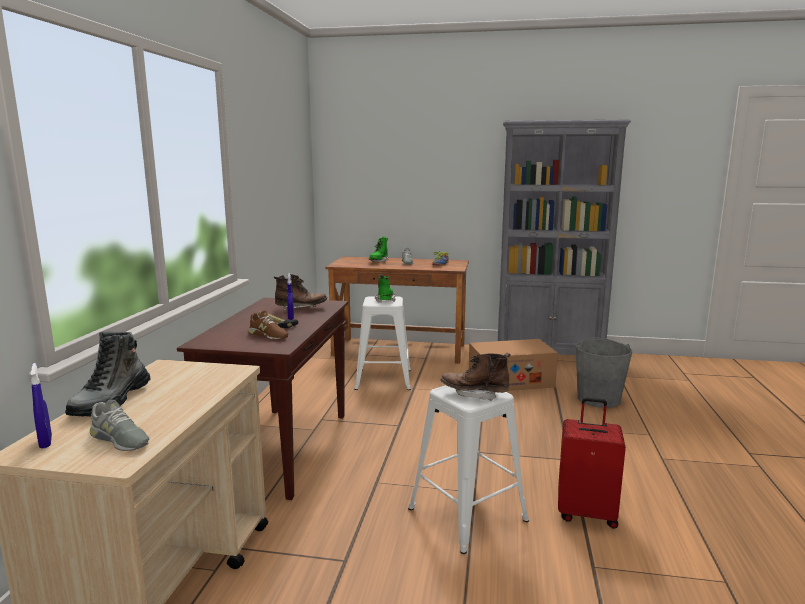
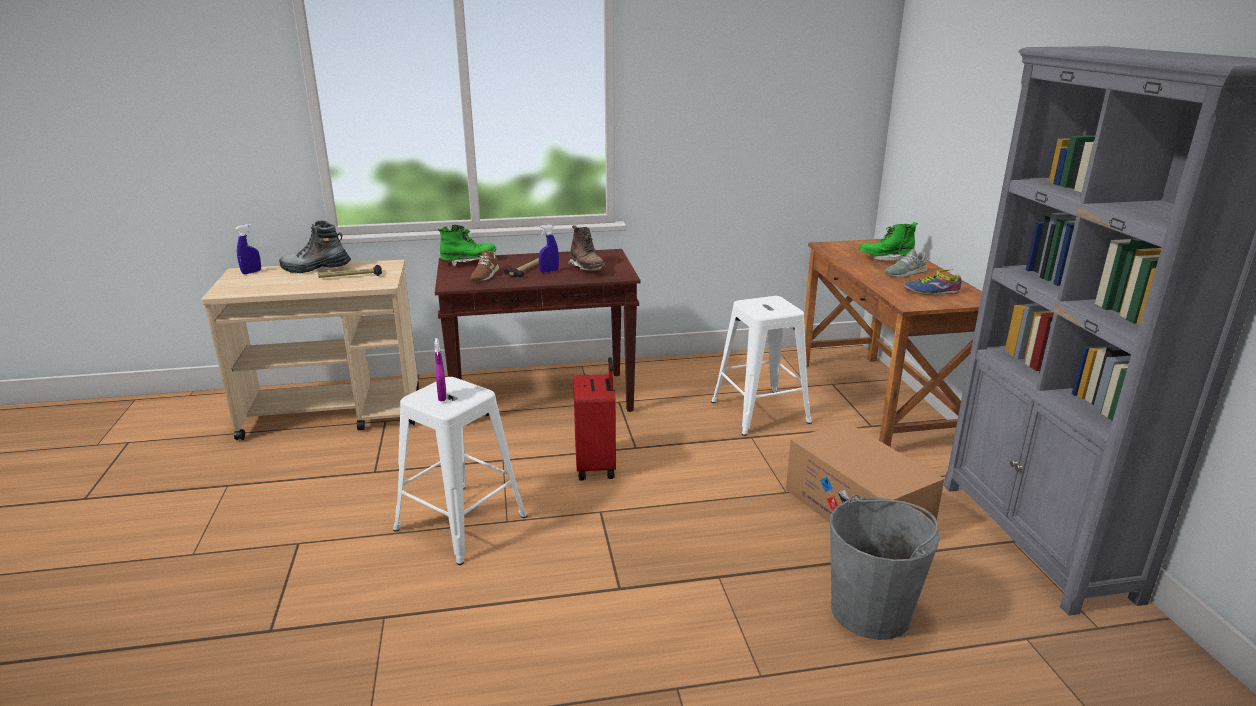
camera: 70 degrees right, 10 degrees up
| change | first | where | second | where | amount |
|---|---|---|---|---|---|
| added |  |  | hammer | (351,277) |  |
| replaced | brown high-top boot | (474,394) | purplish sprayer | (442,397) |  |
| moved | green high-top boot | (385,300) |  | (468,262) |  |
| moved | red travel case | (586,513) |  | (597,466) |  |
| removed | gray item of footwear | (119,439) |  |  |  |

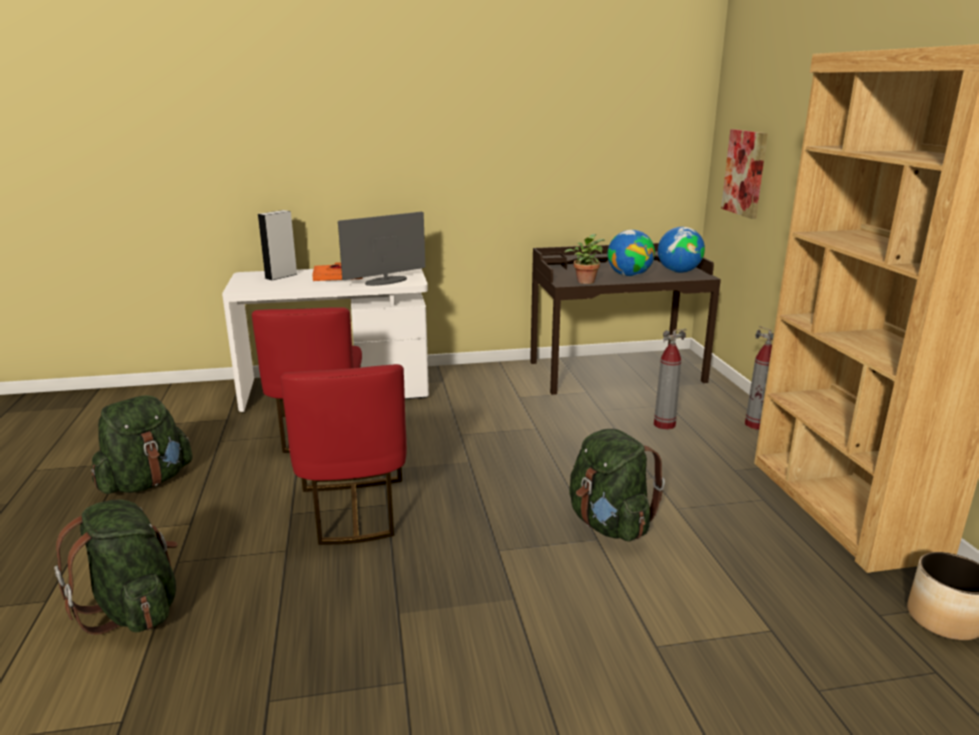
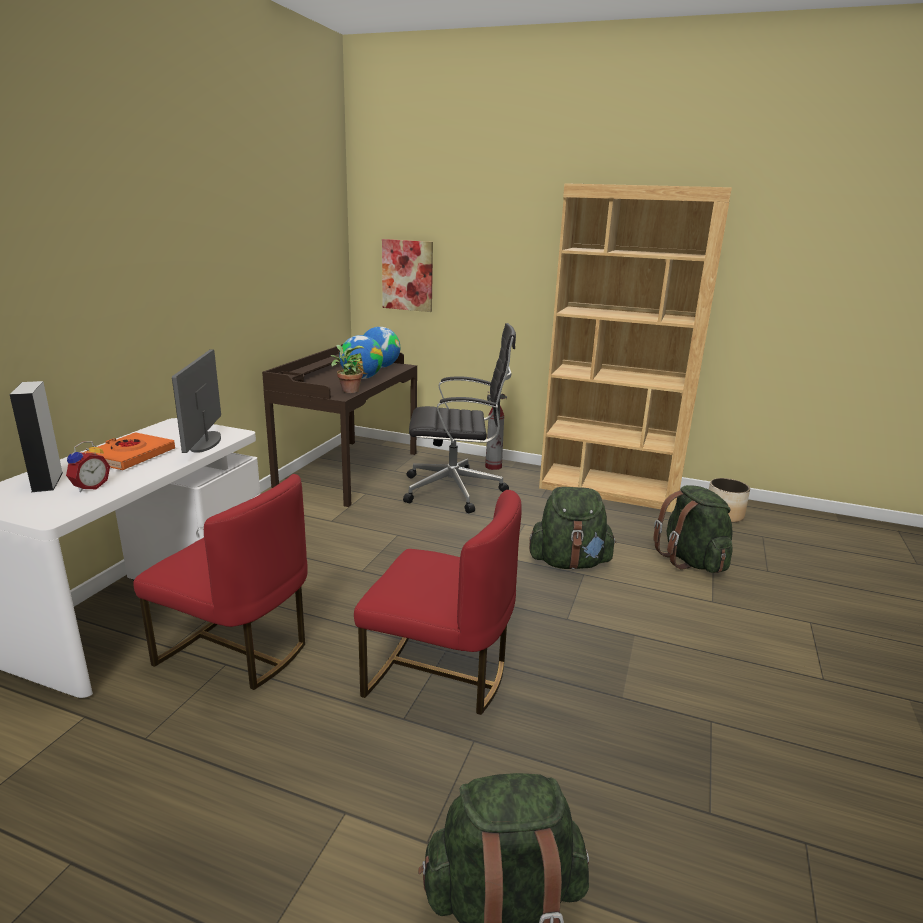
camera: 60 degrees left, 0 degrees up
| change | first | where | second | where | amount |
|---|---|---|---|---|---|
| added |  |  | table clock | (89,487) |  |
| replaced | fire-fighting cylinder | (664,424) | black desk chair | (456,490) |  |
| moved | green rucksack | (147,482) |  | (691,560) |  |

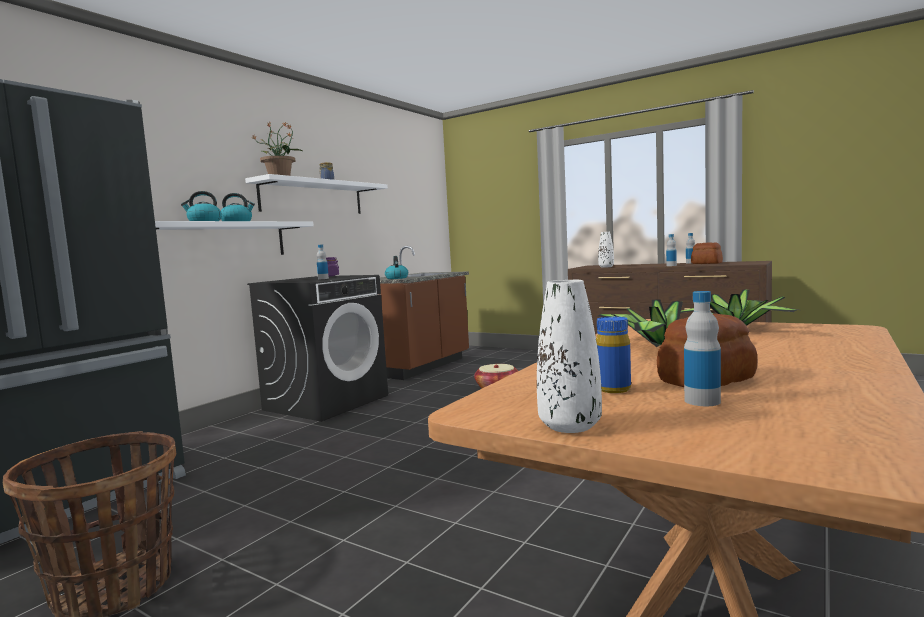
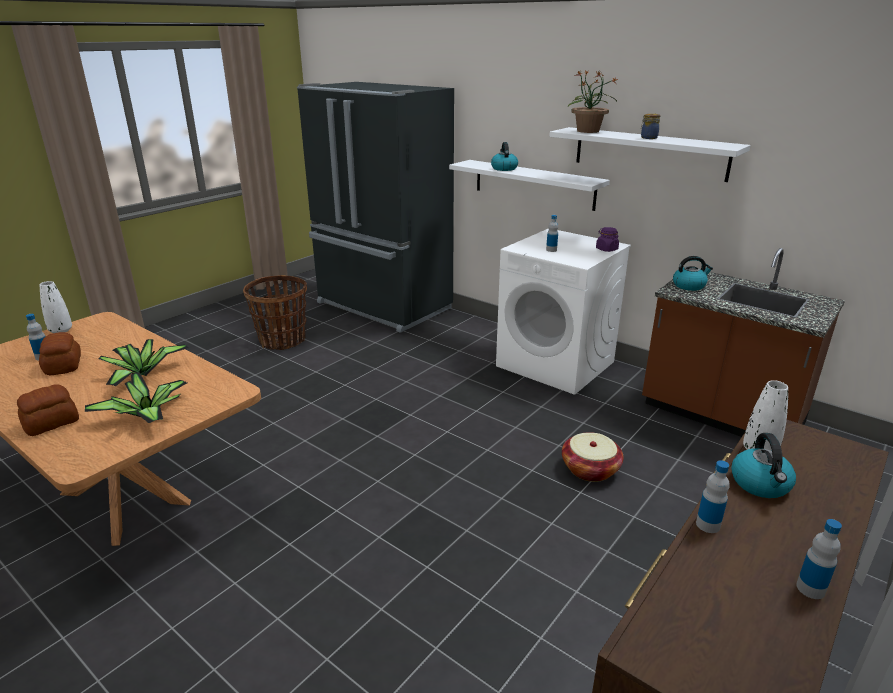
camera: 95 degrees right, 20 degrees up
| change | first | where | second | where | amount |
|---|---|---|---|---|---|
| moved | baked bread | (706,263) |  | (52,423) |  |
| recoloured | black laundry machine | (326,402) | white laundry machine | (556,364) |  |
| moved | kettle | (237,222) |  | (760,484) |  |
| removed | blue-coloured drink bottle | (613,389) |  |  |  |

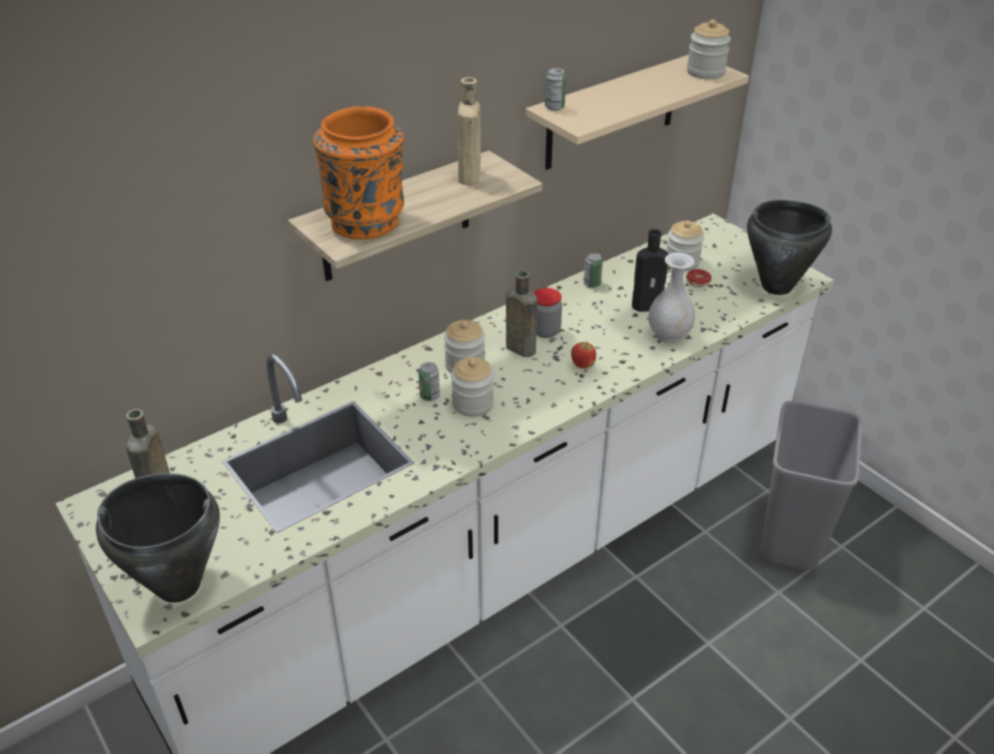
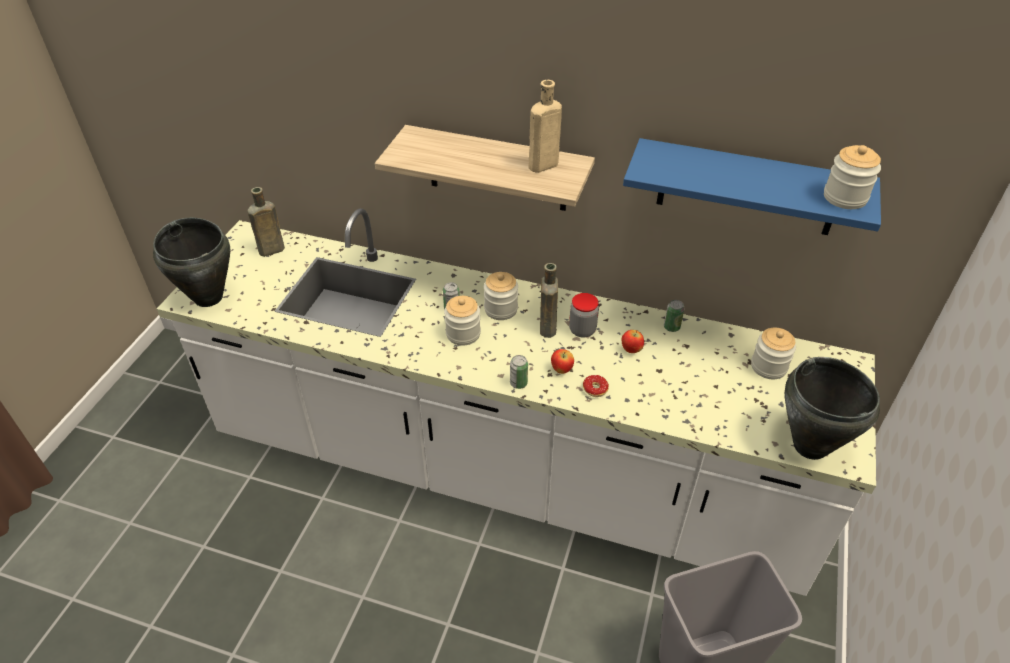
camera: 55 degrees right, 5 degrees up
| change | first | where | second | where | amount |
|---|---|---|---|---|---|
| moved | metal can | (554,107) |  | (518,383) |  |
| moved | doughnut | (698,284) |  | (591,391) |  |
| added |  |  | apple | (631,350) |  |
| recoloured | sand-coloured bracket shelf | (611,112) | blue-coloured bracket shelf | (747,188) |  |
| removed | orangey vase | (366,221) |  |  |  |
| removed | black drink bottle | (649,306) |  |  |  |
| removed | white vase | (669,334) |  |  |  |

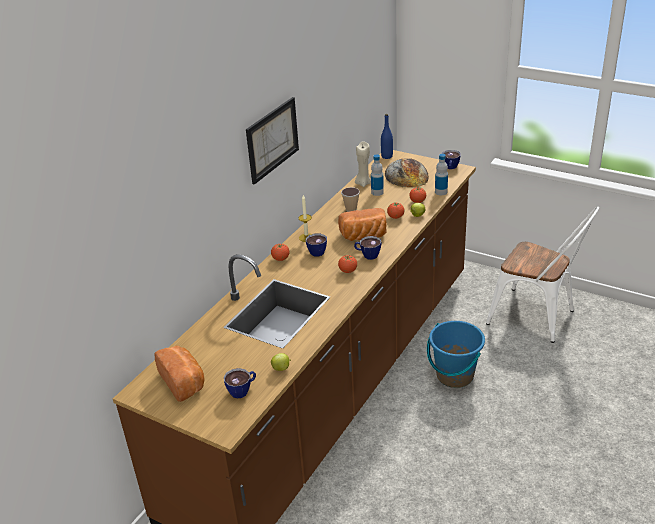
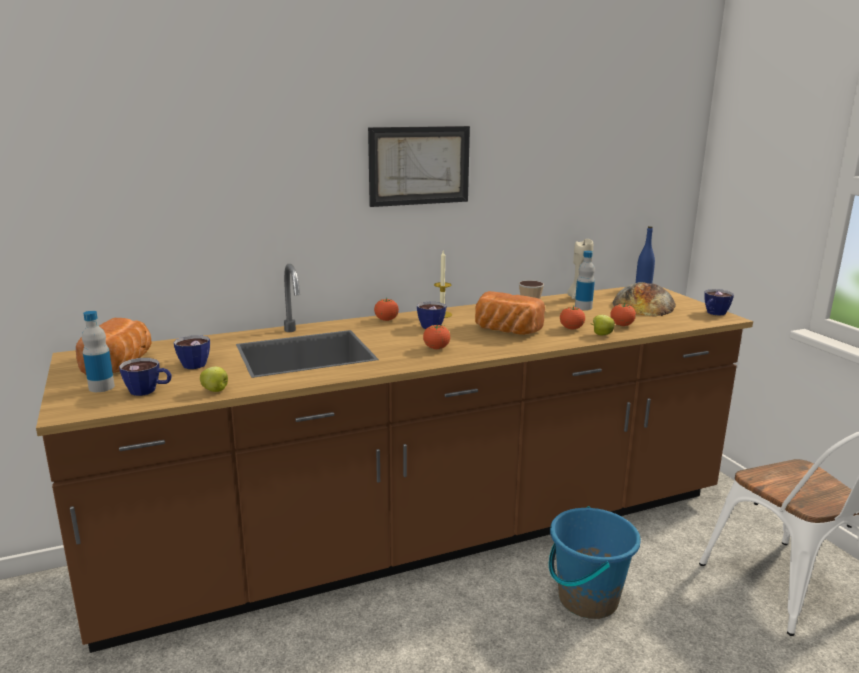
camera: 35 degrees right, 15 degrees down
| change | first | where | second | where | amount |
|---|---|---|---|---|---|
| moved | drink bottle | (441,192) |  | (101,387) |  |
| moved | small cup | (367,255) |  | (193,363) |  |

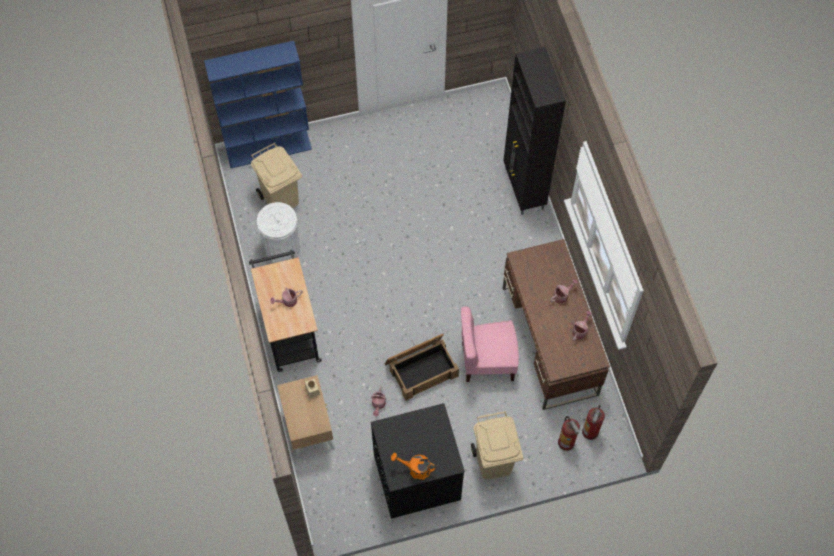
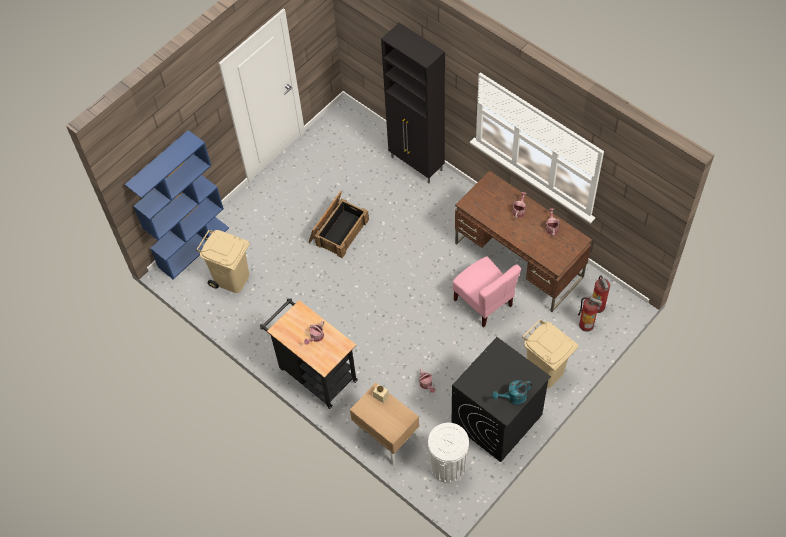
camera: 30 degrees left, 5 degrees down
| change | first | where | second | where | amount |
|---|---|---|---|---|---|
| moved | crate | (421,369) |  | (338,230) |  |
| moved | white trash can | (282,249) |  | (448,466) |  |
| turned | pink upright chair | (487,361) |  | (484,302) | 90 degrees counterclockwise |
| recoloured | orangey sprinkling can | (415,469) | turquoise-coloured sprinkling can | (513,398) |  |

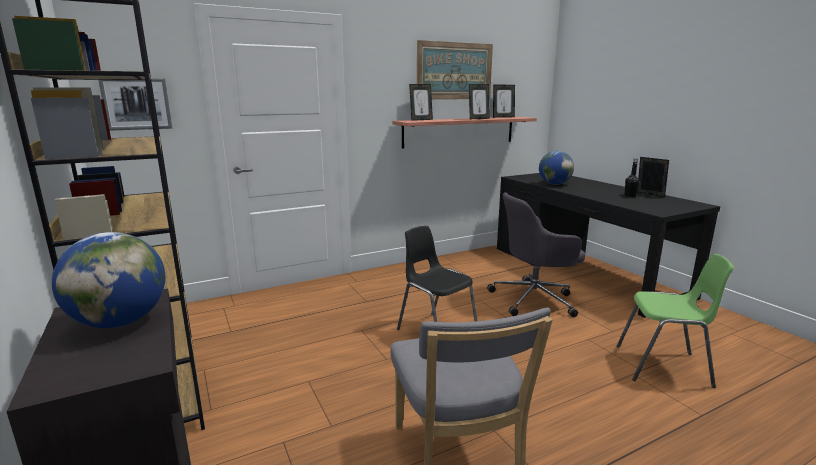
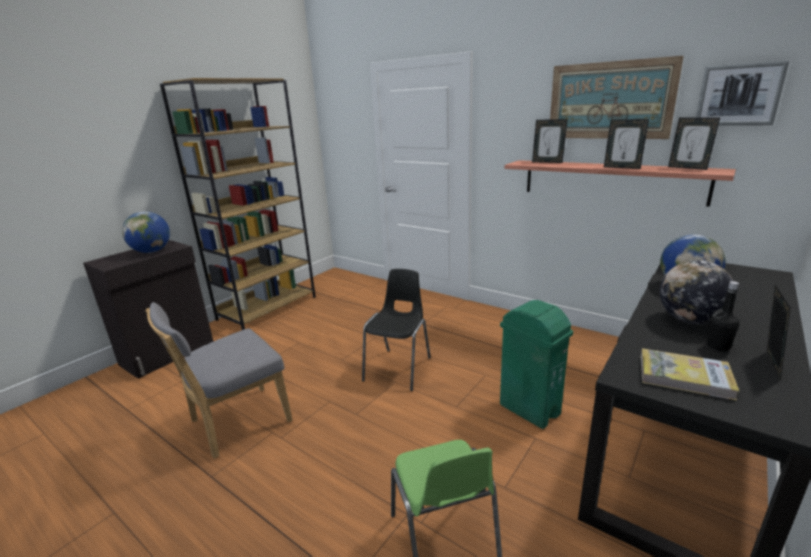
camera: 65 degrees right, 5 degrees up
| change | first | where | second | where | amount |
|---|---|---|---|---|---|
| replaced | gray desk chair | (534,299) | green trash can | (529,409) |  |
| added |  |  | book | (684,376) |  |
| added |  |  | world globe | (690,320) |  |
| moved | picture | (136,103) |  | (738,95) |  |

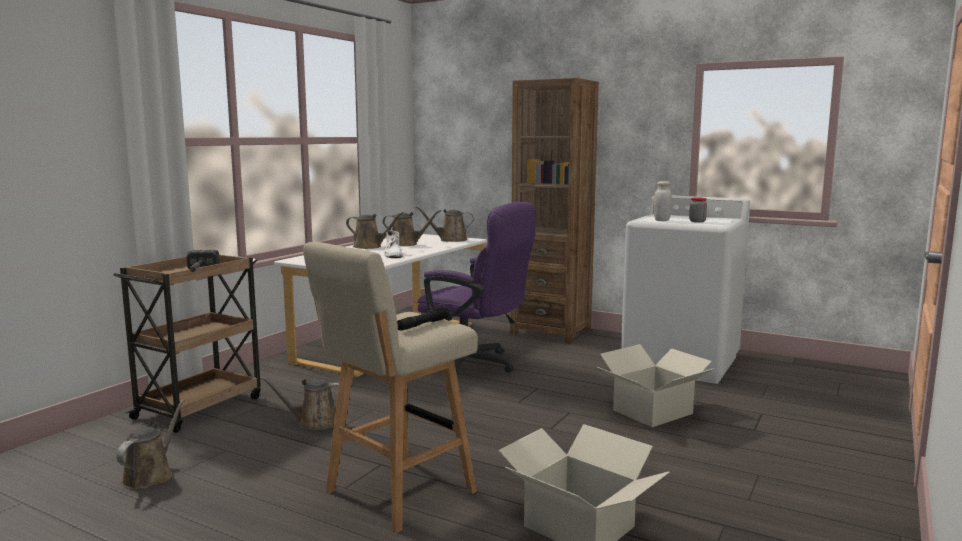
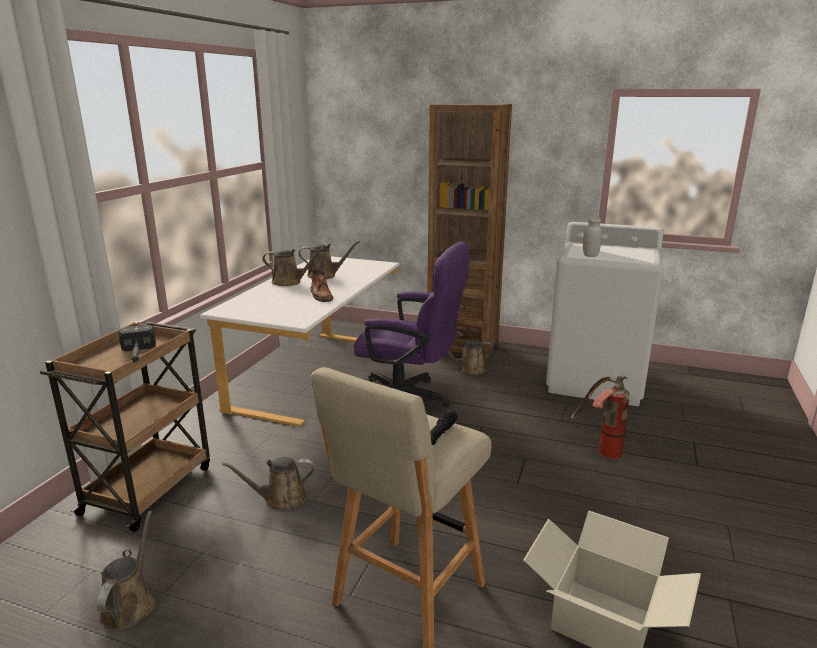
camera: 10 degrees left, 10 degrees up
| change | first | where | second | where | amount |
|---|---|---|---|---|---|
| recoloured | white high-top boot | (393,255) | brown high-top boot | (321,295) |  |
| moved | brown sprinkling can | (450,240) |  | (469,370) |  |
| replaced | packing box | (653,412) | fire-fighting cylinder | (600,450) |  |
| removed | jar | (697,221) |  |  |  |

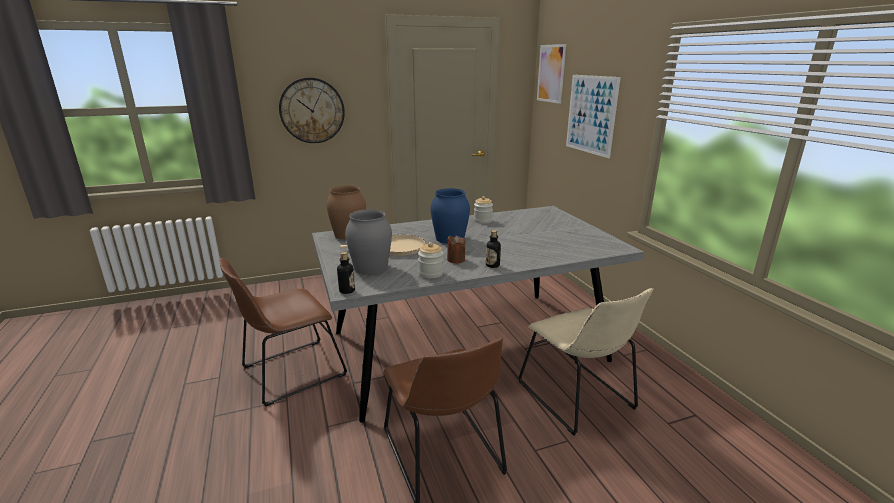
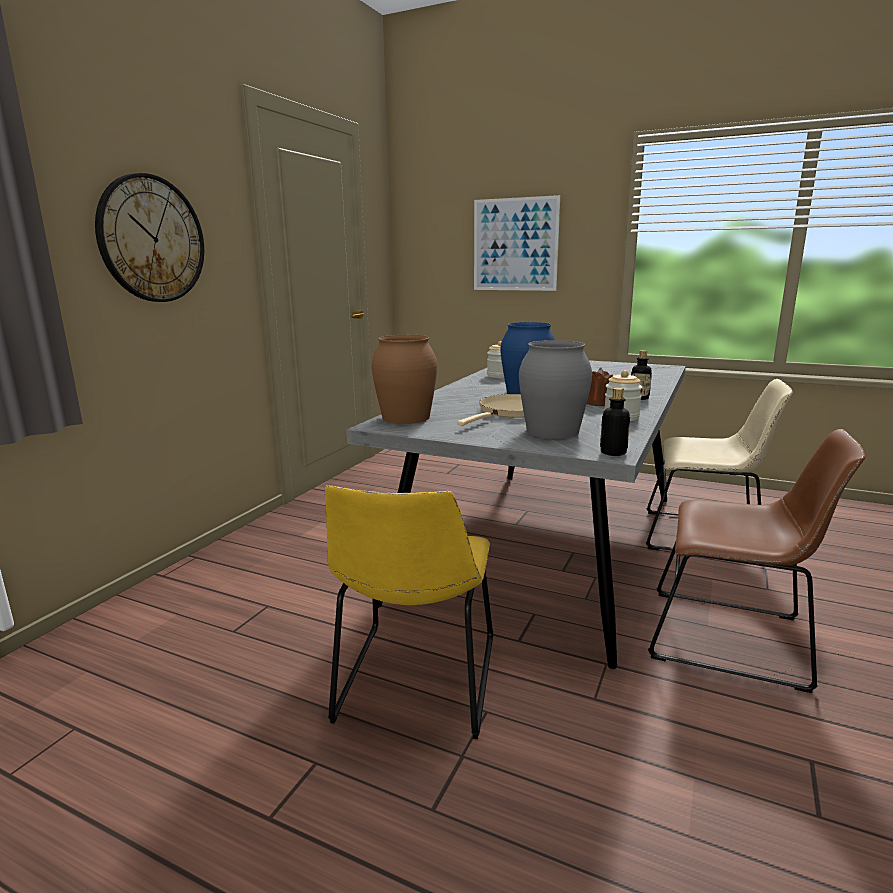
camera: 45 degrees left, 5 degrees down
| change | first | where | second | where | amount |
|---|---|---|---|---|---|
| recoloured | brown upright chair | (289,372) | yellow-coloured upright chair | (416,683) |  |
| removed | picture | (551,73) |  |  |  |

